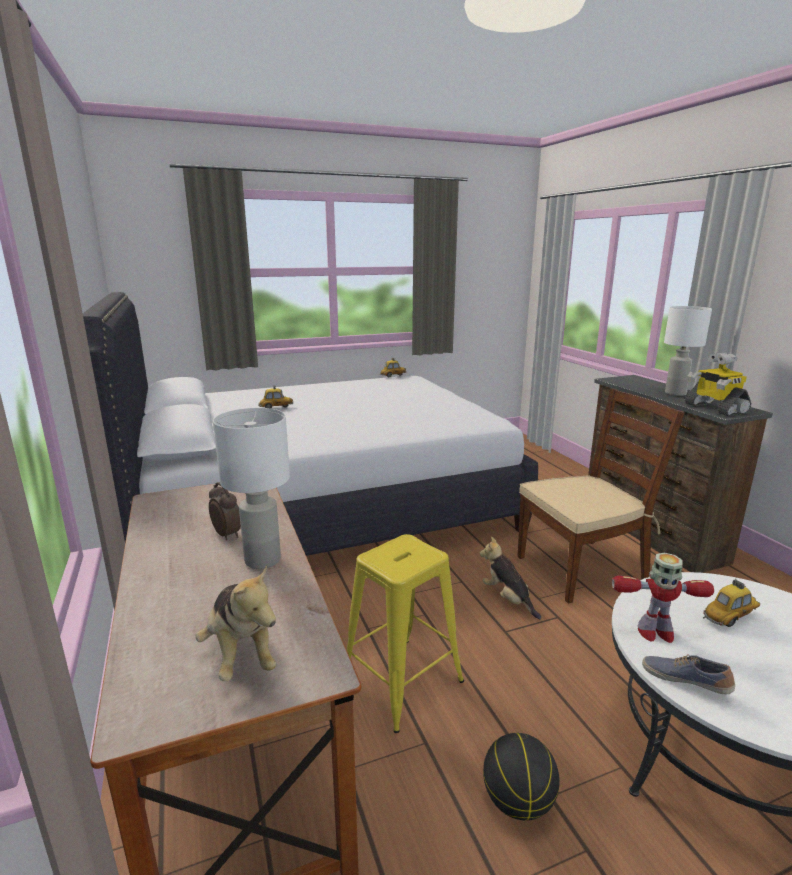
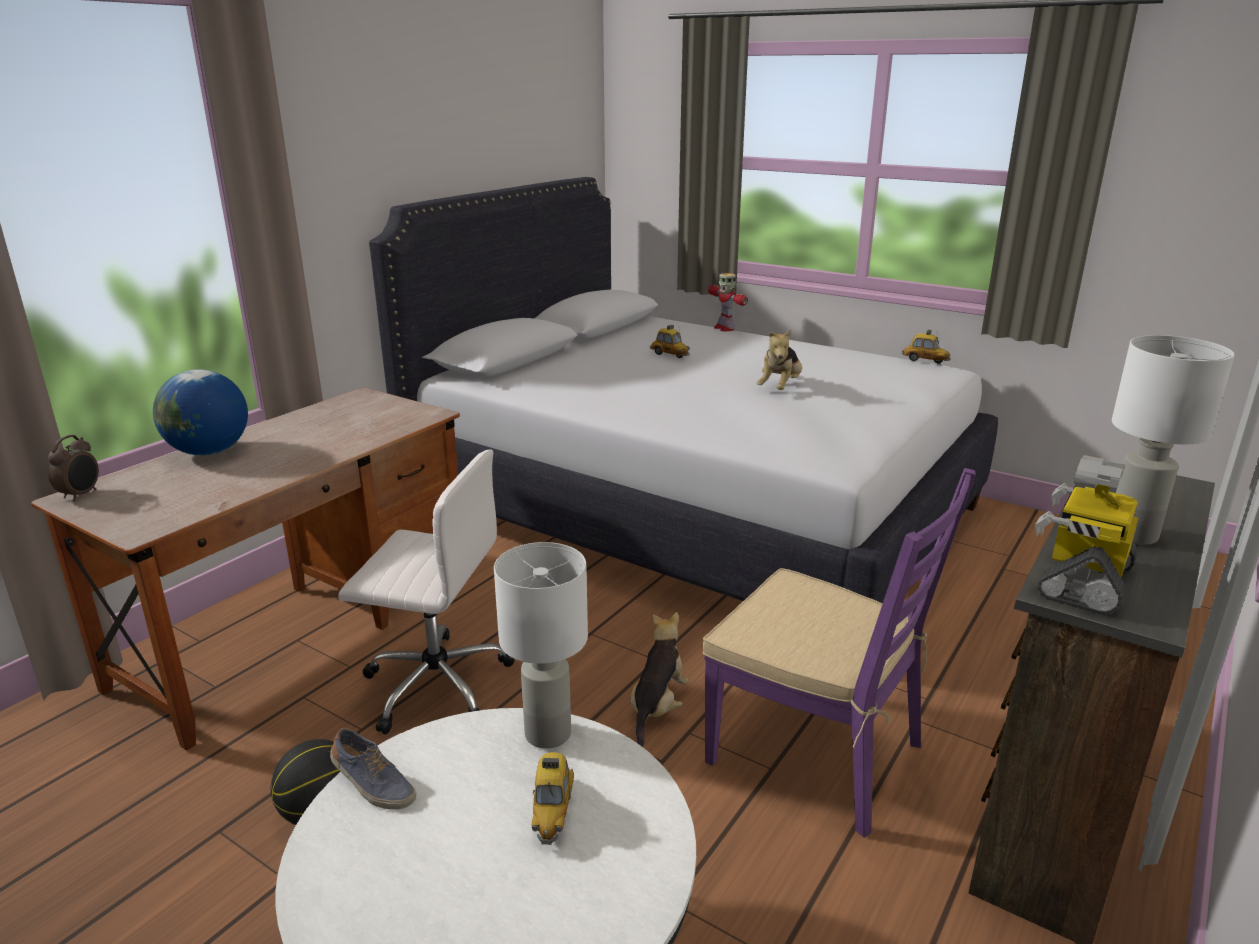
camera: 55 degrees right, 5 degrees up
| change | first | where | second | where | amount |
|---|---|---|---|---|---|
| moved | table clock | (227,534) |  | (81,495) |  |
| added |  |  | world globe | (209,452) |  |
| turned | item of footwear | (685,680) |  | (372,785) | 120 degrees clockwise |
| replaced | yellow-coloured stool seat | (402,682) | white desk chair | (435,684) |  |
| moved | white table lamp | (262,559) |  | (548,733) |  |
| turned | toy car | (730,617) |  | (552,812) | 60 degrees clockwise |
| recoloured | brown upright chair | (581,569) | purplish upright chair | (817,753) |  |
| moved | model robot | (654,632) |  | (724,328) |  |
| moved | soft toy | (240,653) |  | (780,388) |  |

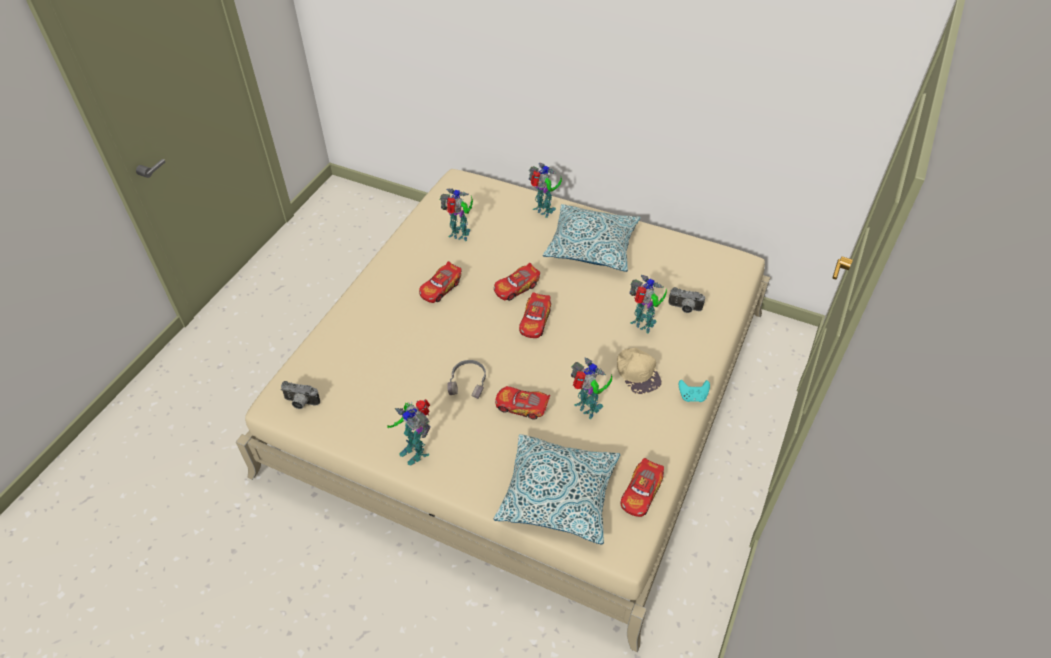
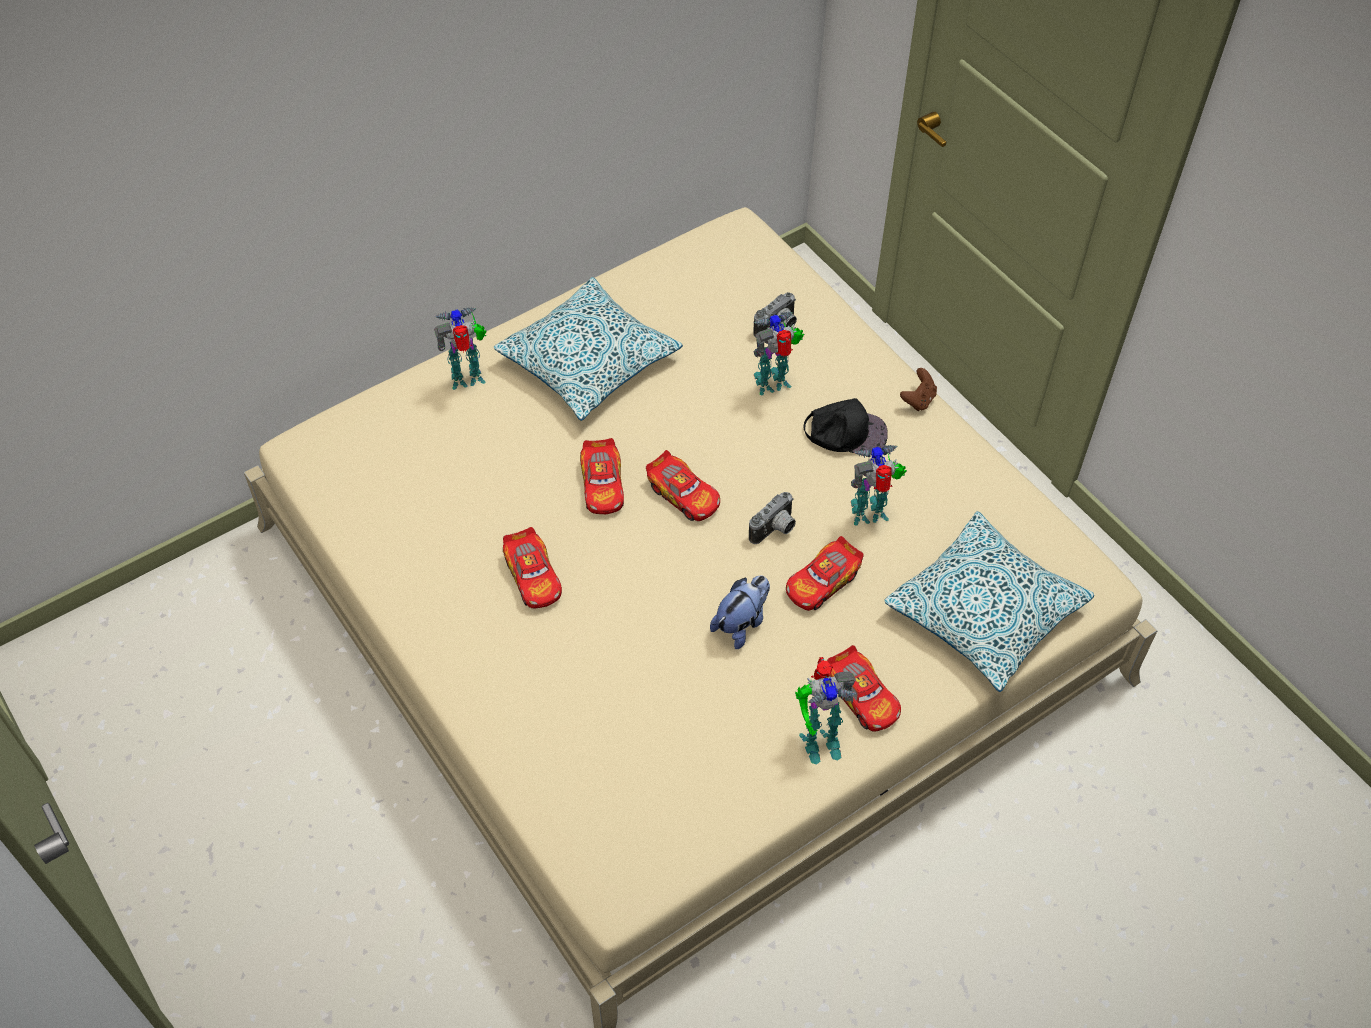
camera: 60 degrees left, 5 degrees up
| change | first | where | second | where | amount |
|---|---|---|---|---|---|
| replaced | gray headphones | (468,382) | soft toy | (741,623) |  |
| moved | still camera | (300,403) |  | (775,530) |  |
| recoloured | sand-coloured peaked cap | (637,372) | black peaked cap | (845,432) |  |
| moved | toy car | (641,493) |  | (863,697) |  |
| recoloured | turquoise-coloured gamepad | (692,396) | brown gamepad | (918,400) |  |
| removed | model robot | (460,235) |  |  |  |

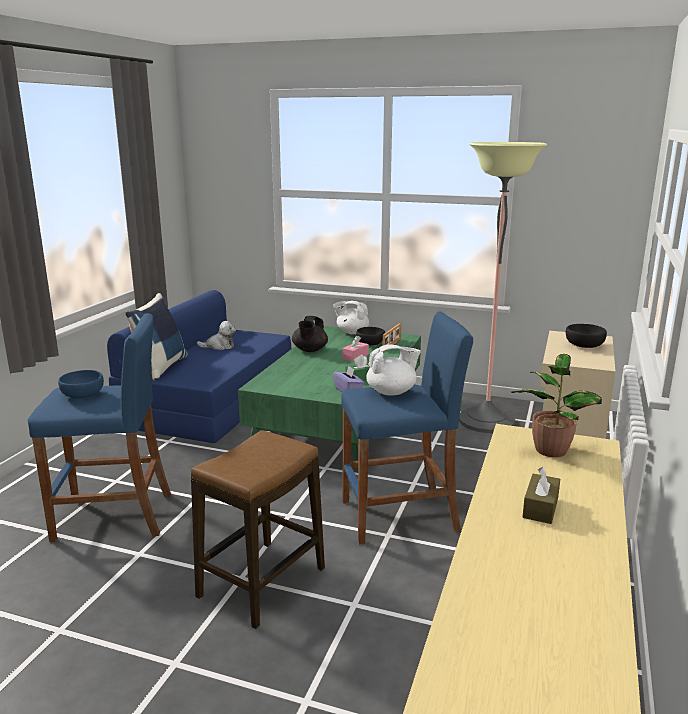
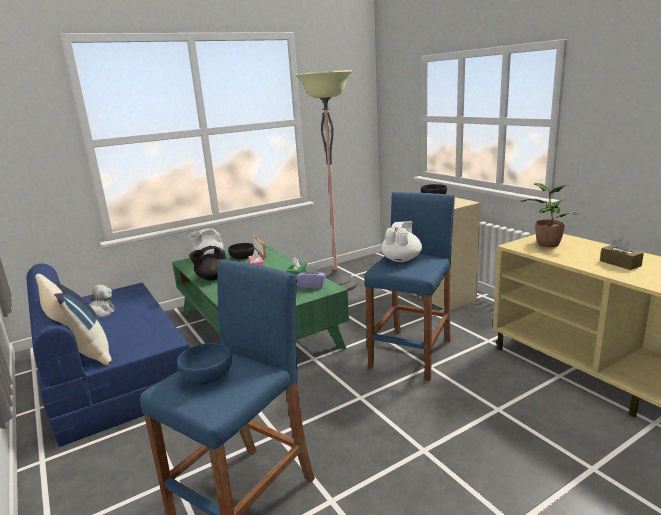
camera: 50 degrees left, 0 degrees up
| change | first | where | second | where | amount |
|---|---|---|---|---|---|
| turned | black teapot | (309,350) |  | (212,278) | 90 degrees clockwise |
| removed | stool seat | (262,583) |  |  |  |

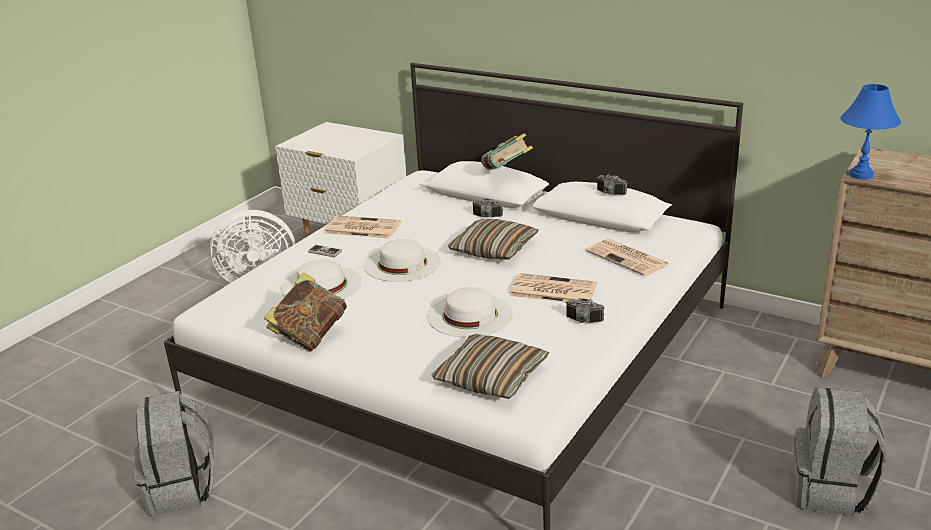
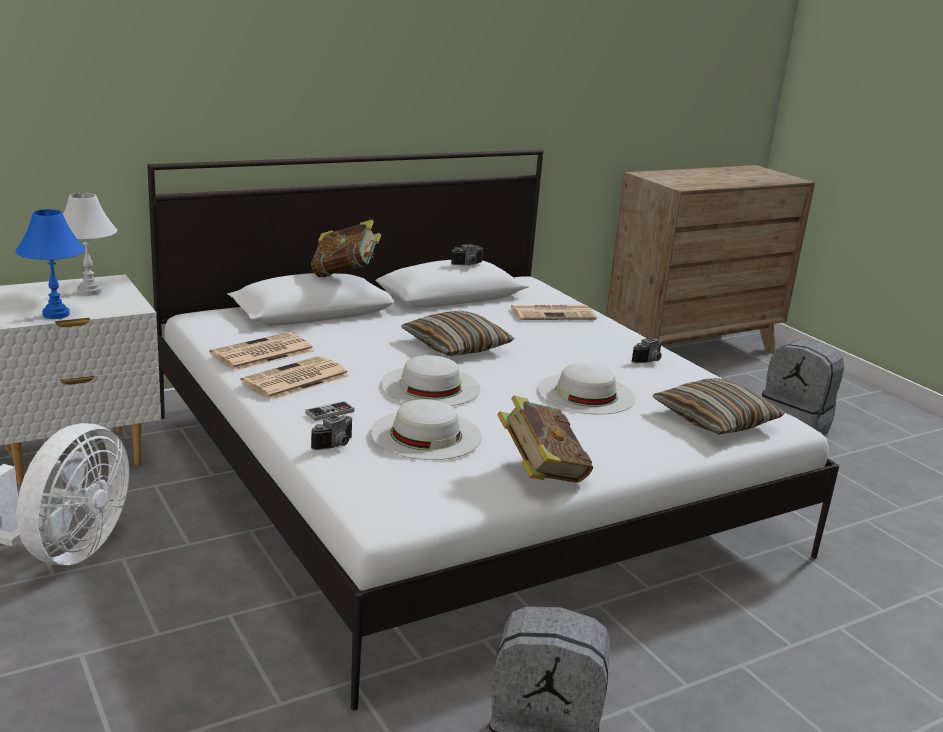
camera: 65 degrees left, 5 degrees down
| change | first | where | second | where | amount |
|---|---|---|---|---|---|
| moved | blue-coloured table lamp | (861,175) |  | (56,314) |  |
| added |  |  | white table lamp | (89,291) |  |
| moved | printed paper | (551,290) |  | (261,353) |  |
| moved | still camera | (486,217) |  | (336,445) |  |

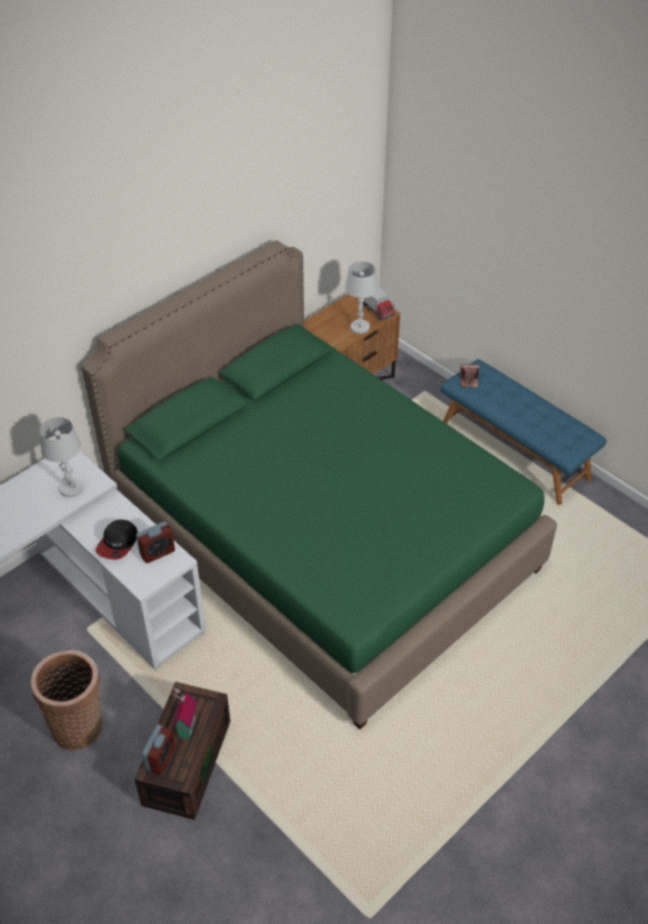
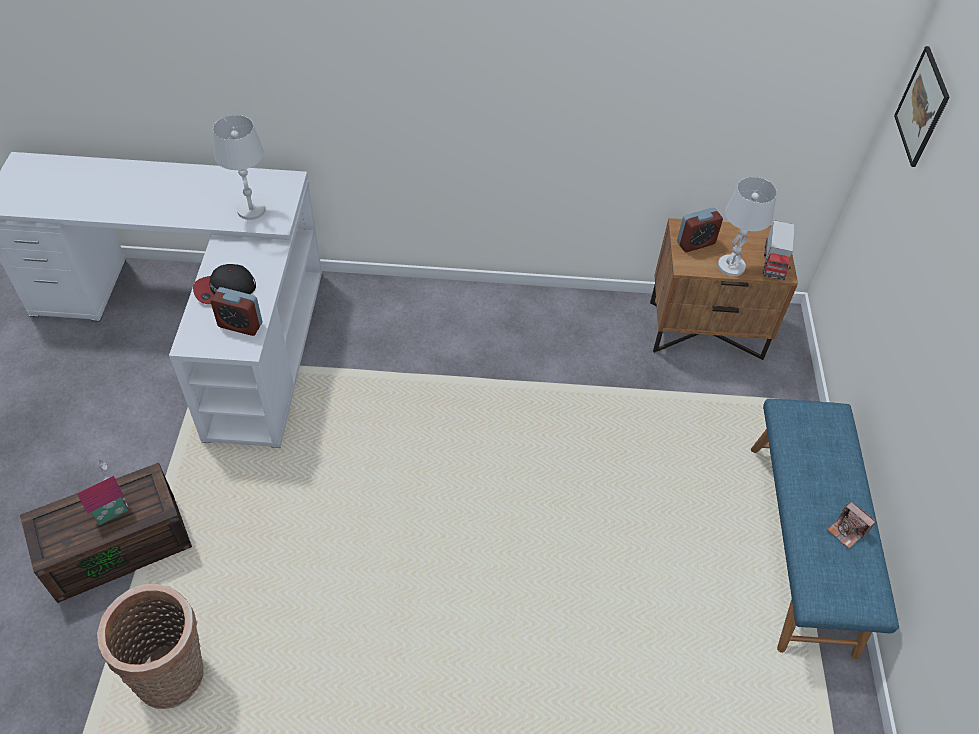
camera: 45 degrees right, 5 degrees up
| change | first | where | second | where | amount |
|---|---|---|---|---|---|
| moved | household basket | (79,725) |  | (174,674) |  |
| moved | table clock | (160,758) |  | (695,243) |  |
| moved | still camera | (469,381) |  | (847,531) |  |
| added |  |  | picture | (922,107) |  |
| removed | green bedroom bed | (323,539) |  |  |  |

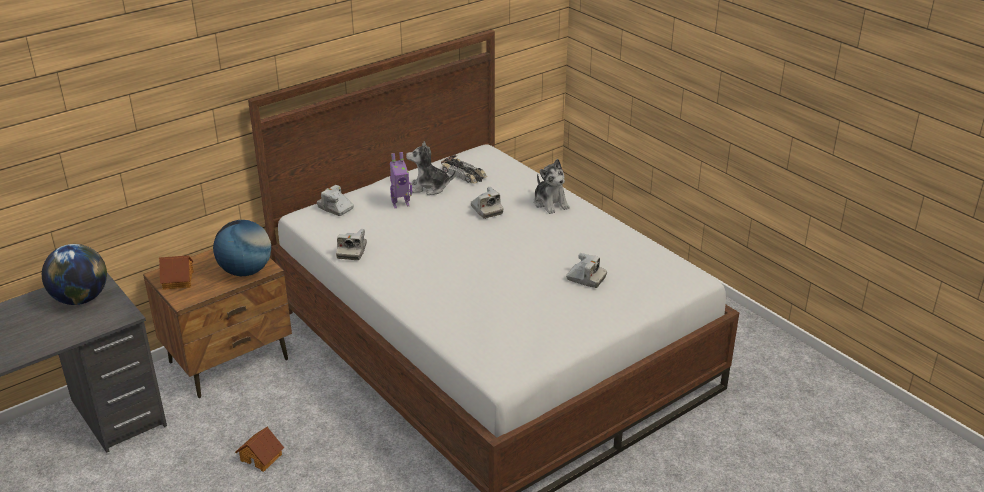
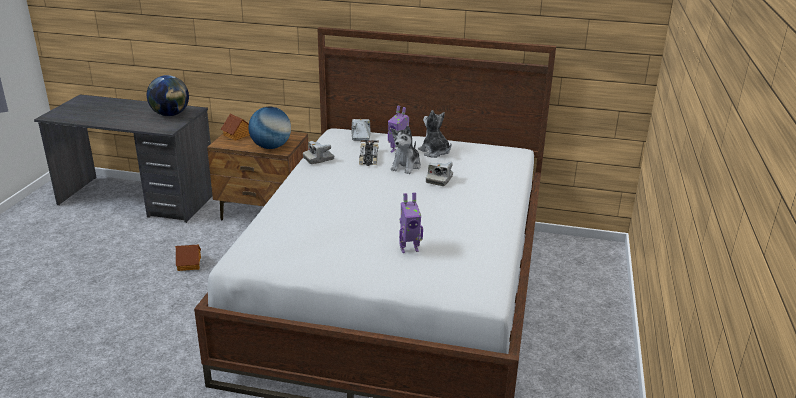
camera: 50 degrees right, 5 degrees down
| change | first | where | second | where | amount |
|---|---|---|---|---|---|
| moved | toy car | (464,174) |  | (368,157) |  |
| moved | soft toy | (550,203) |  | (406,166) |  |
| replaced | still camera | (586,278) | model robot | (409,249) |  |

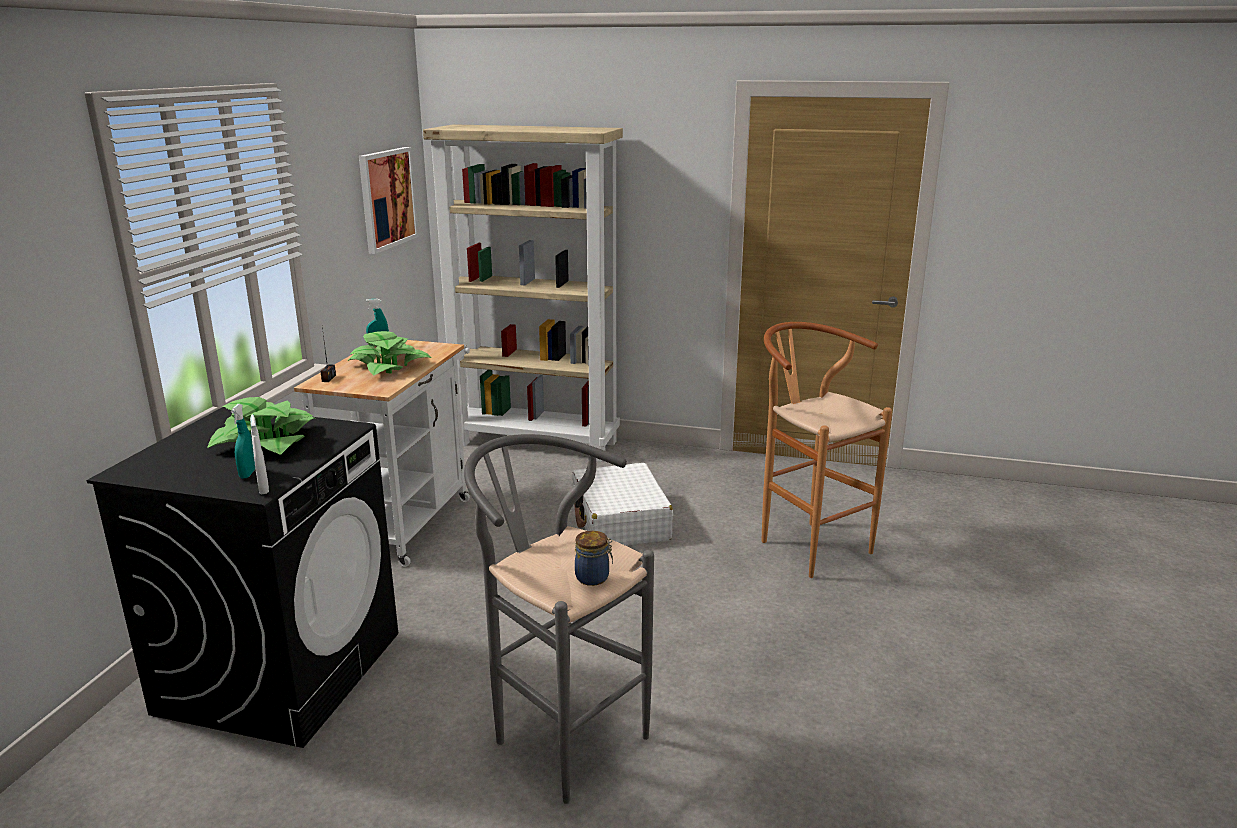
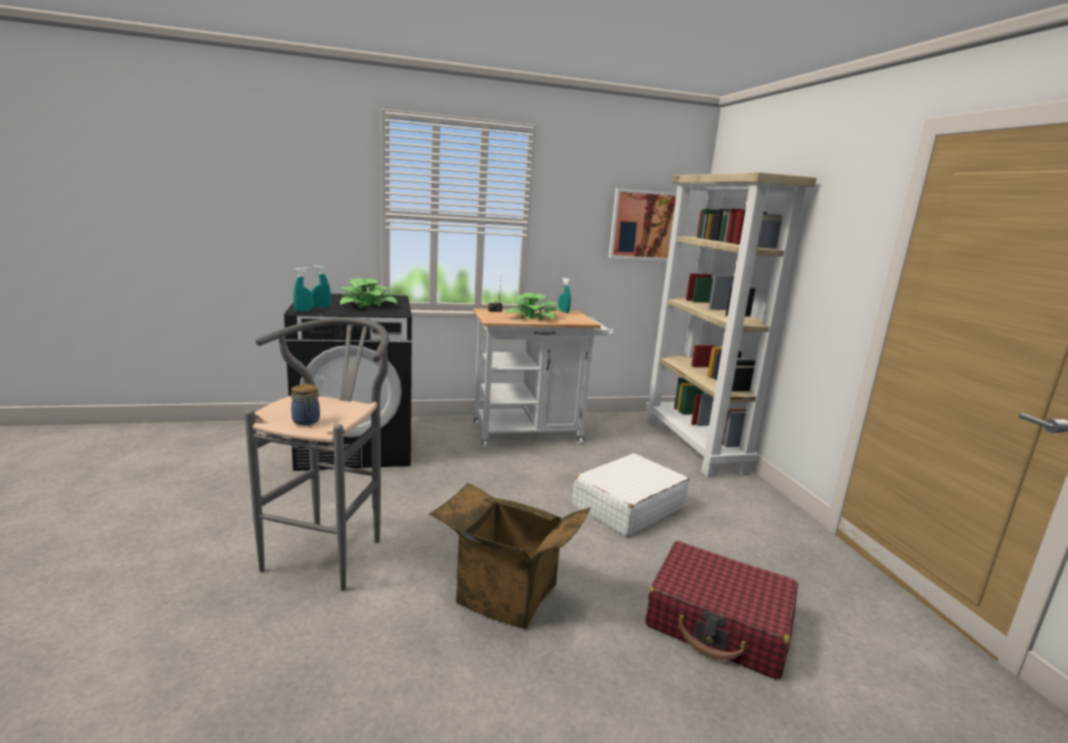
camera: 60 degrees right, 5 degrees down
| change | first | where | second | where | amount |
|---|---|---|---|---|---|
| recoloured | white sprayer | (263,489) | turquoise-coloured sprayer | (303,311) |  |
| added |  |  | packing box | (503,596) |  |
| replaced | brown stool seat | (806,544) | red travel case | (719,623) |  |

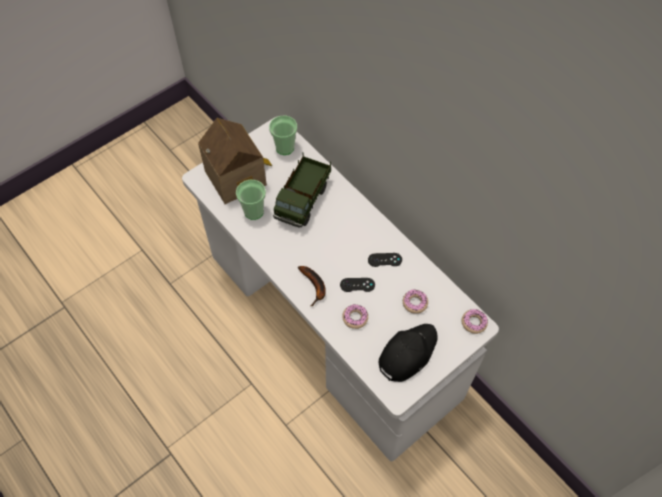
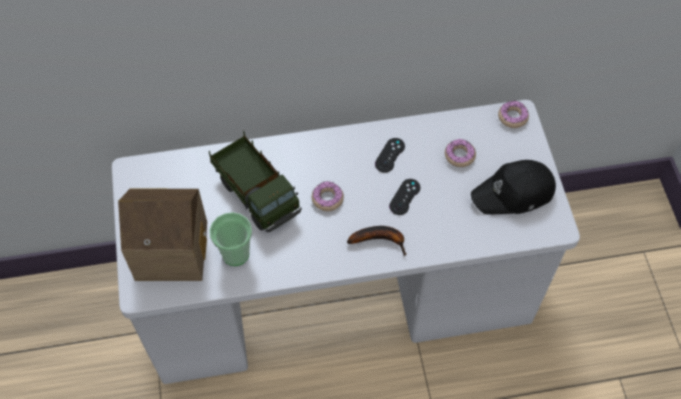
camera: 60 degrees left, 0 degrees up
| change | first | where | second | where | amount |
|---|---|---|---|---|---|
| moved | doughnut | (355,318) |  | (327,199) |  |
| turned | black peaked cap | (407,353) |  | (514,193) | 90 degrees counterclockwise |
| removed | small cup | (285,148) |  |  |  |

